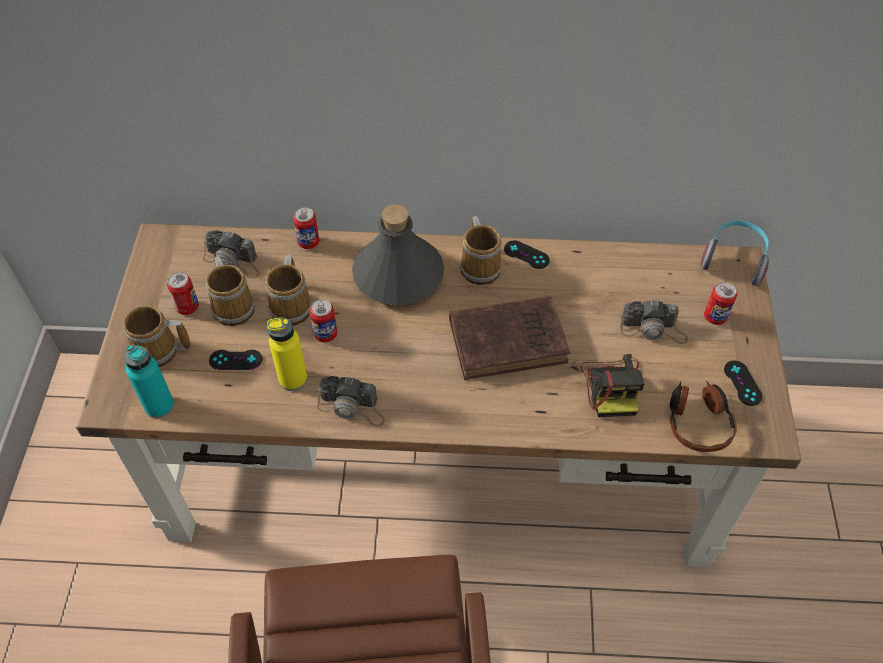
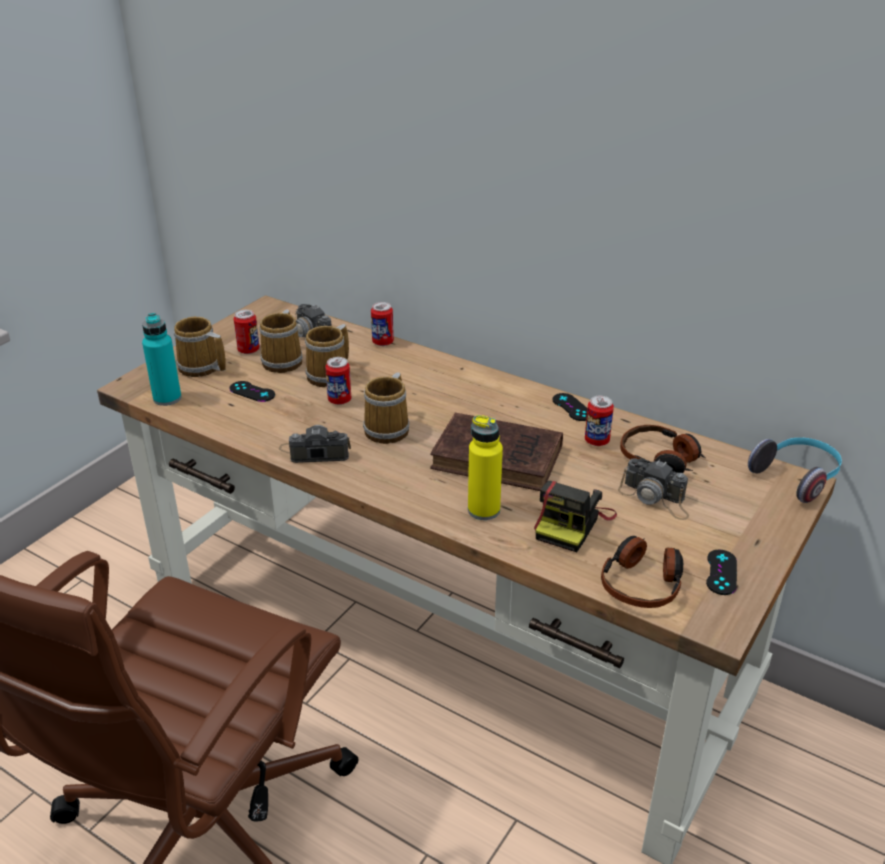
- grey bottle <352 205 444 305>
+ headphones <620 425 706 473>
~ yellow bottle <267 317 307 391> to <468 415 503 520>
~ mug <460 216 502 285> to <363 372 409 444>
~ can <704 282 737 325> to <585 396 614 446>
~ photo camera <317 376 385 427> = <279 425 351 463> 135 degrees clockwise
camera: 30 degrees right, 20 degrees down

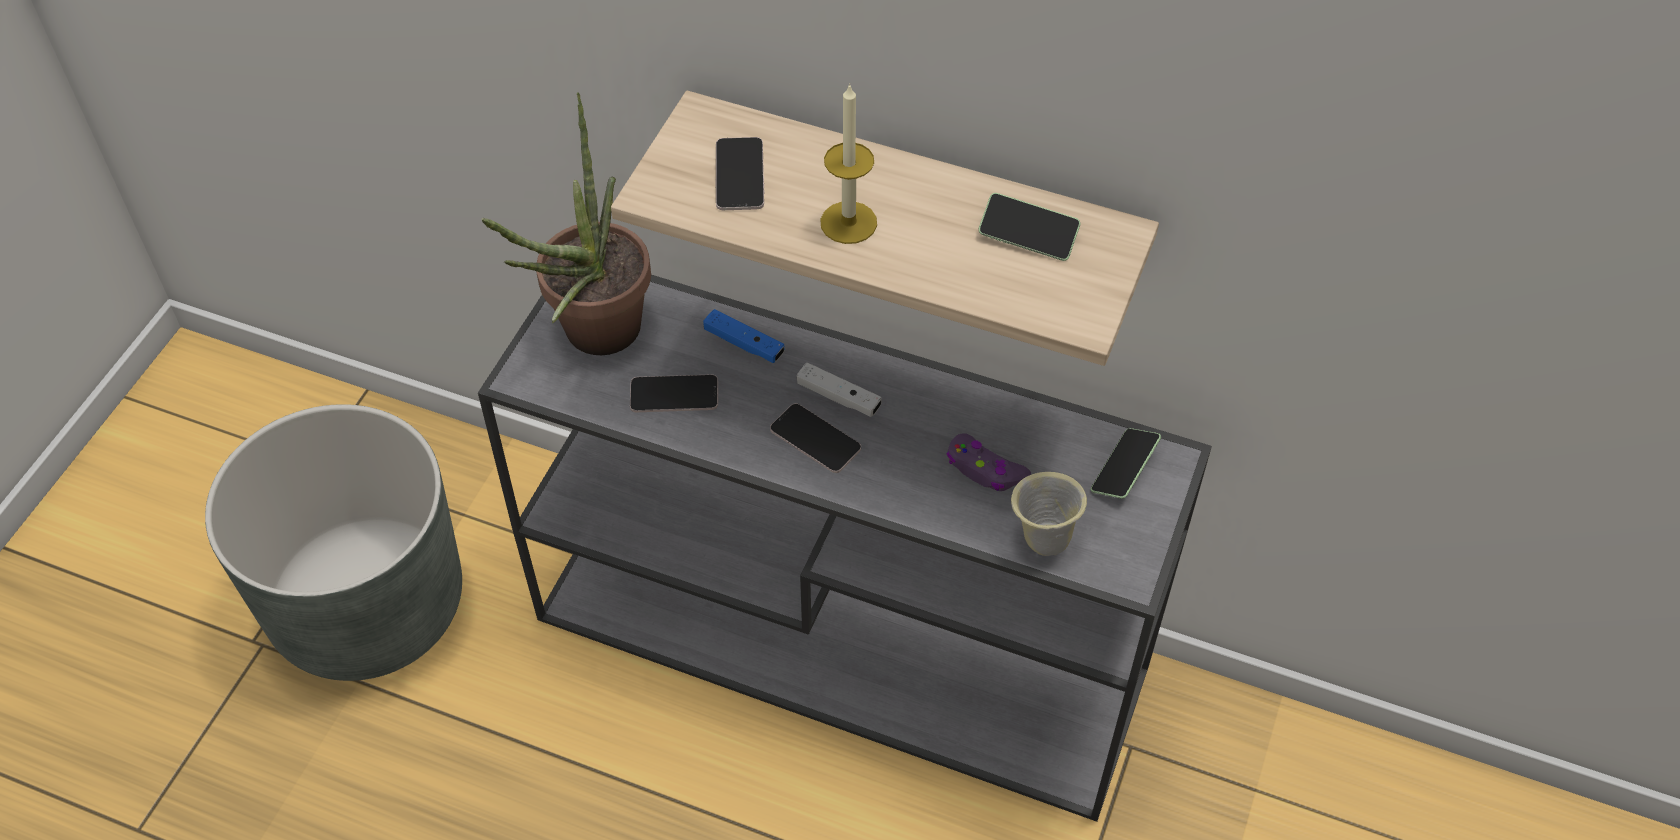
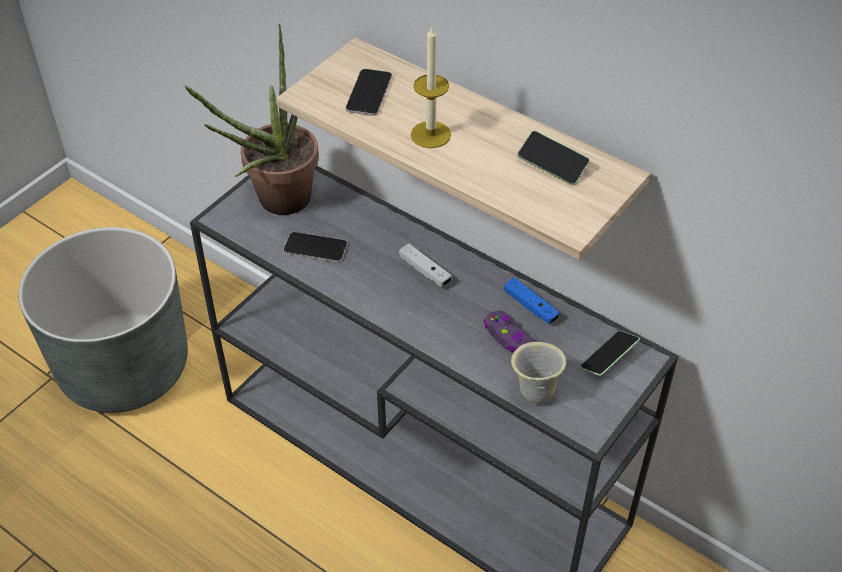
- phone <770 403 861 473>
~ blue game controller <703 309 785 363> to <504 278 560 324>
camera: 15 degrees right, 5 degrees down

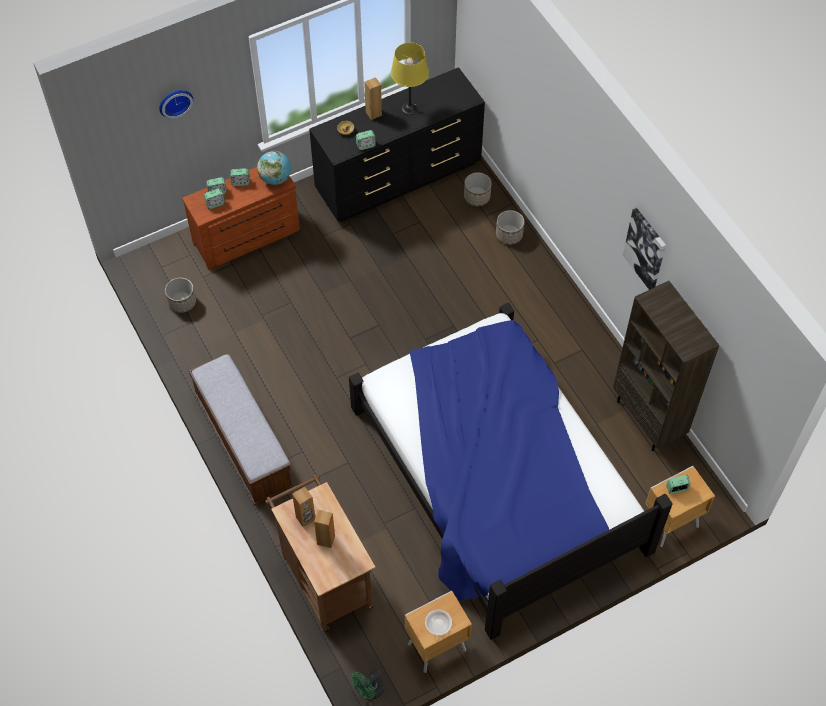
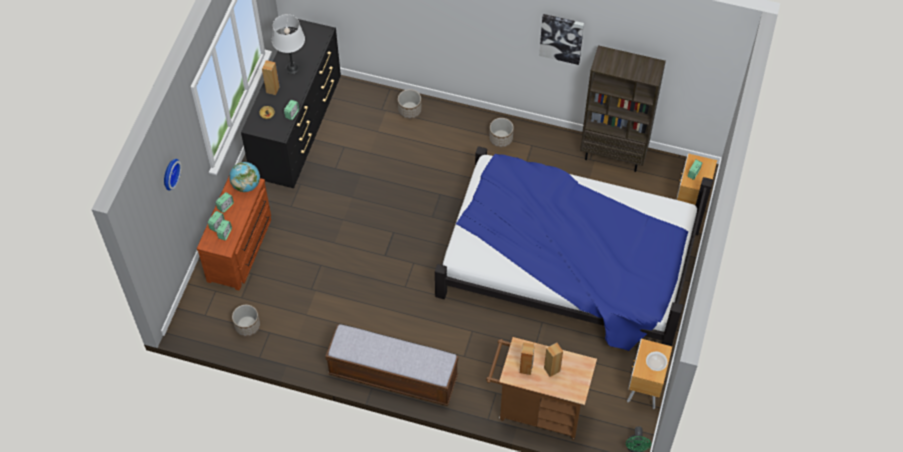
~ planter <464 172 492 206> to <489 118 514 147>
~ yellow table lamp <391 42 429 115> to white table lamp <272 14 305 74>
camera: 45 degrees left, 0 degrees up

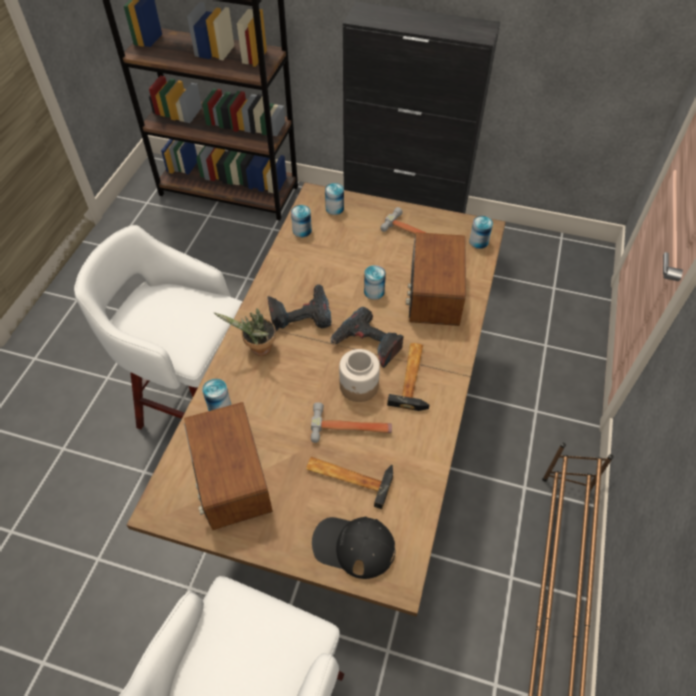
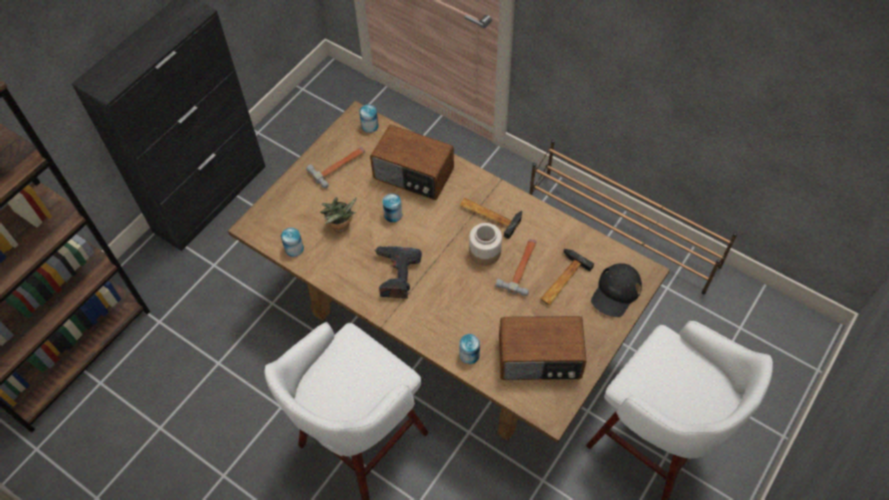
- can <325 183 344 215>
- power drill <330 307 403 368>
~ potted plant <213 308 276 356> to <320 197 357 233>
camera: 70 degrees left, 5 degrees up

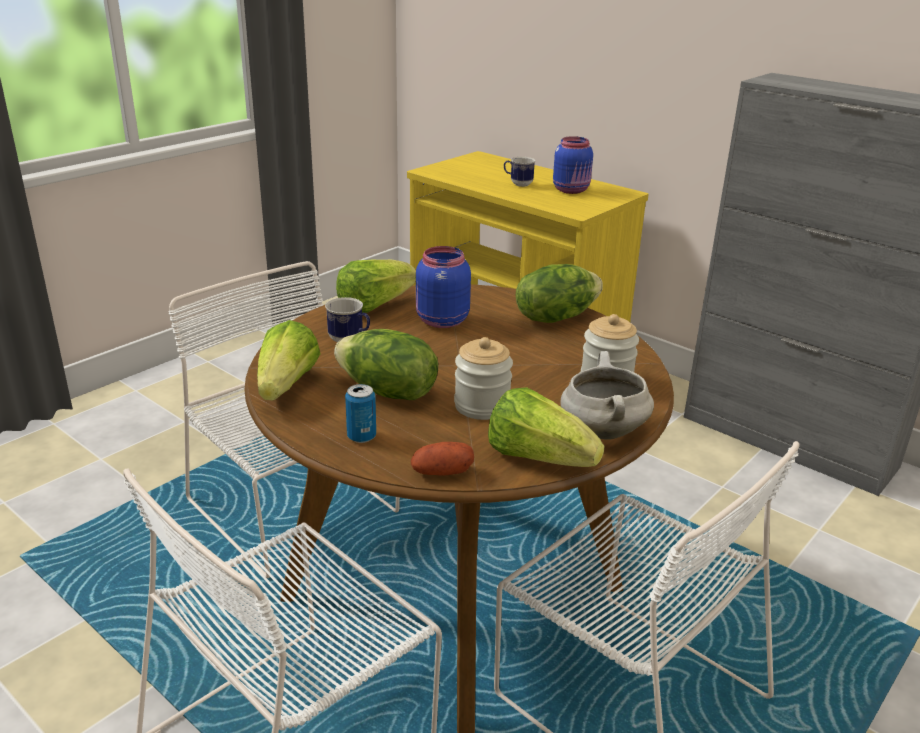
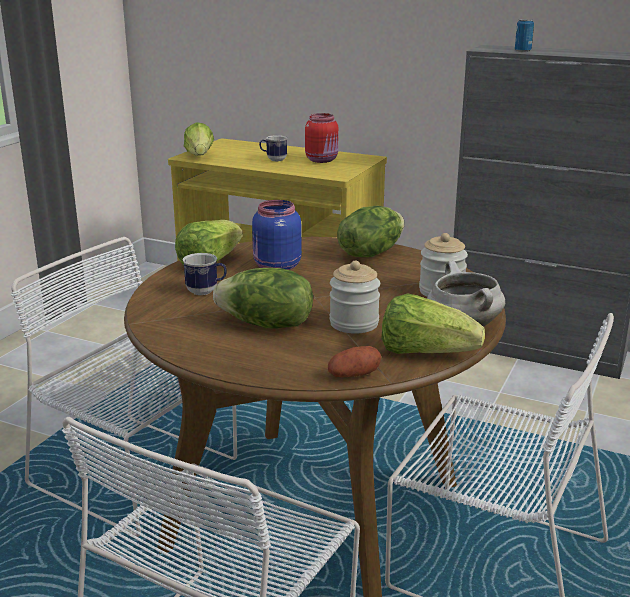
~ lettuce <257 320 320 400> to <184 122 214 156>
~ can <345 384 376 443> to <515 19 534 52>
~ blue jar <553 136 593 194> to red jar <305 113 339 163>
camera: 15 degrees left, 5 degrees down

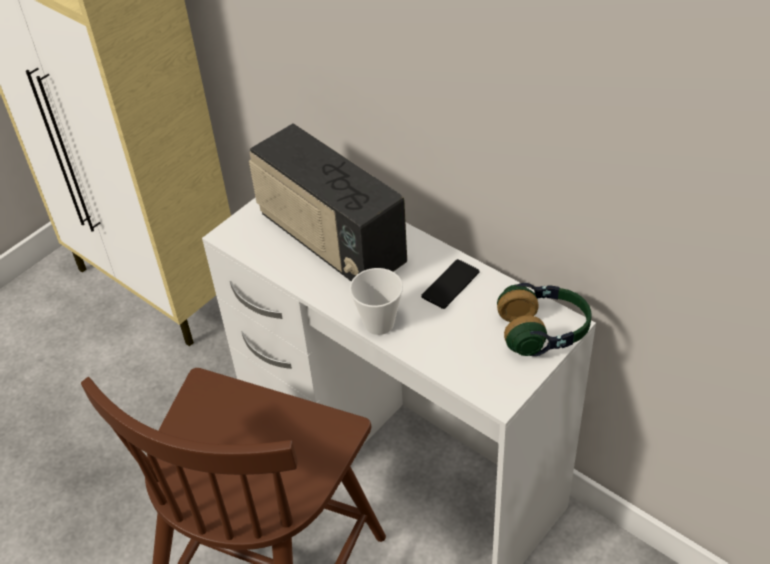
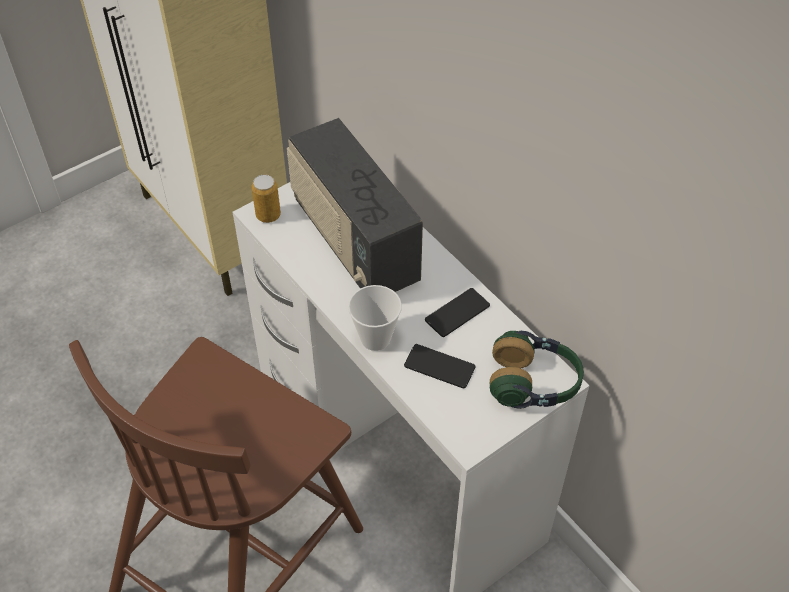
+ can <251 175 281 223>
+ phone <404 344 476 388>
camera: 10 degrees right, 5 degrees up

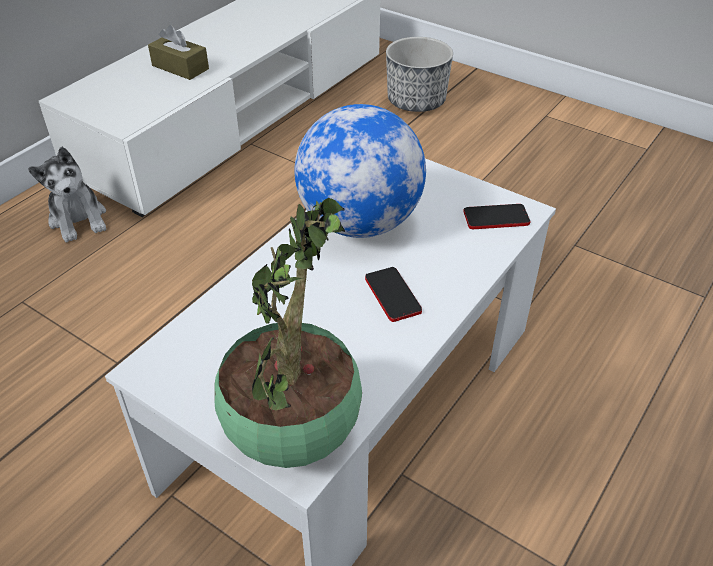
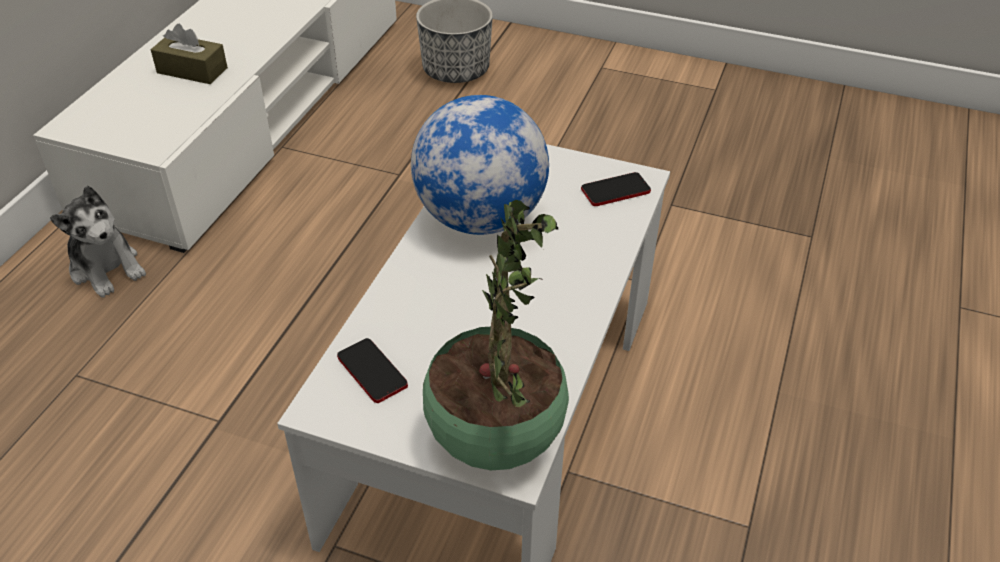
~ phone <365 267 422 322> to <337 338 408 403>
camera: 15 degrees left, 0 degrees up

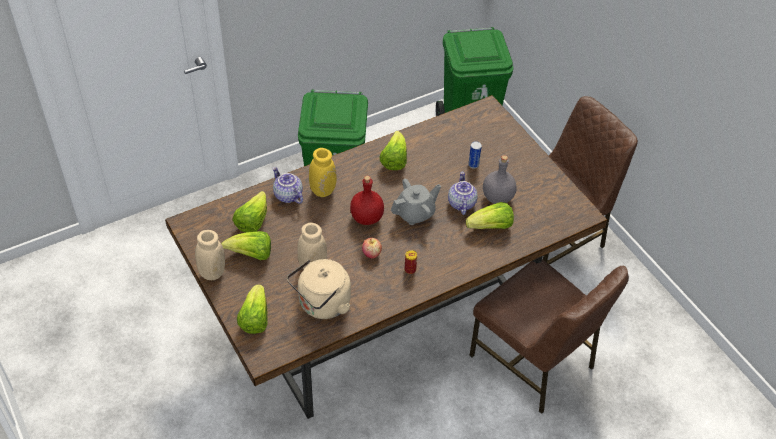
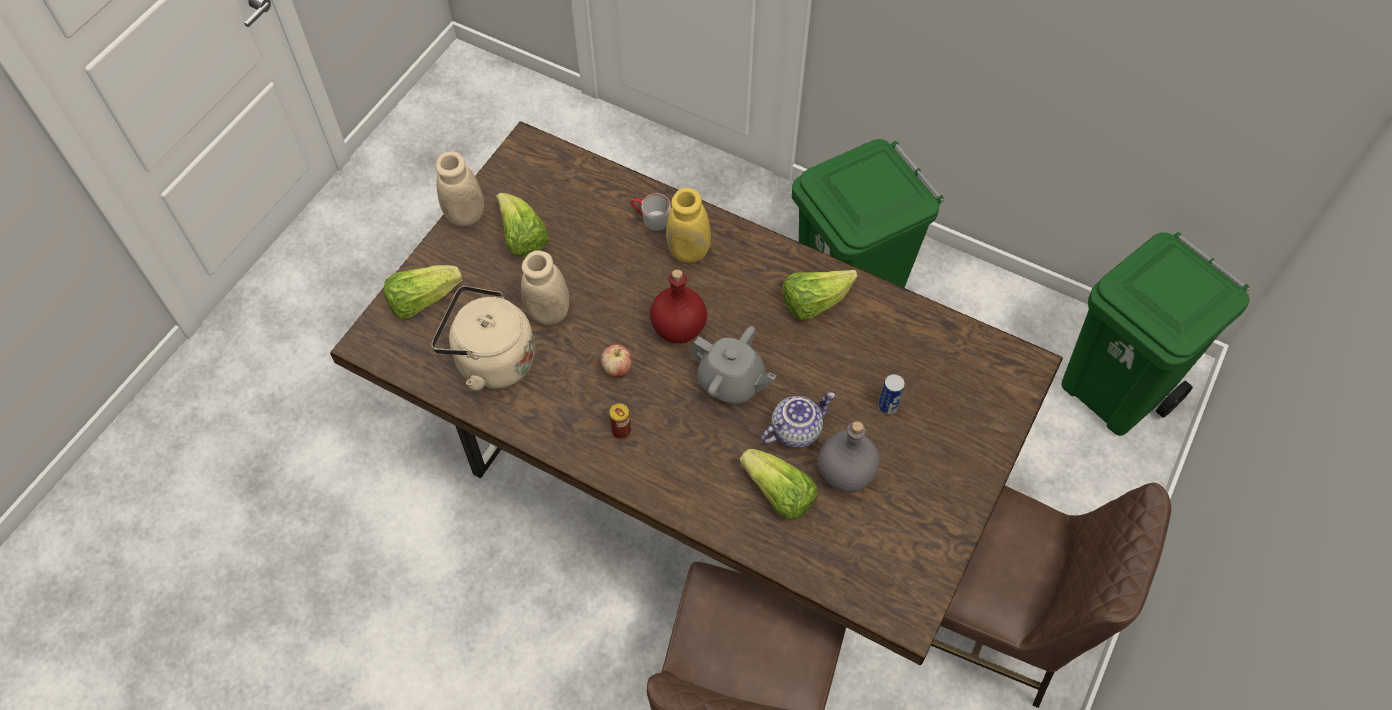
- lettuce <232 191 267 232>
~ teapot <272 167 303 204> to grey mug <631 194 671 231>
camera: 60 degrees right, 10 degrees up

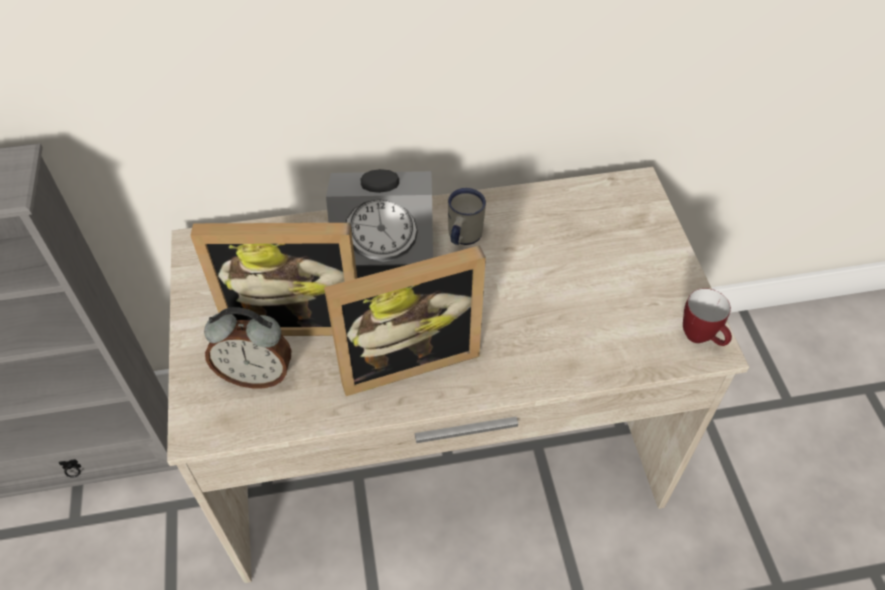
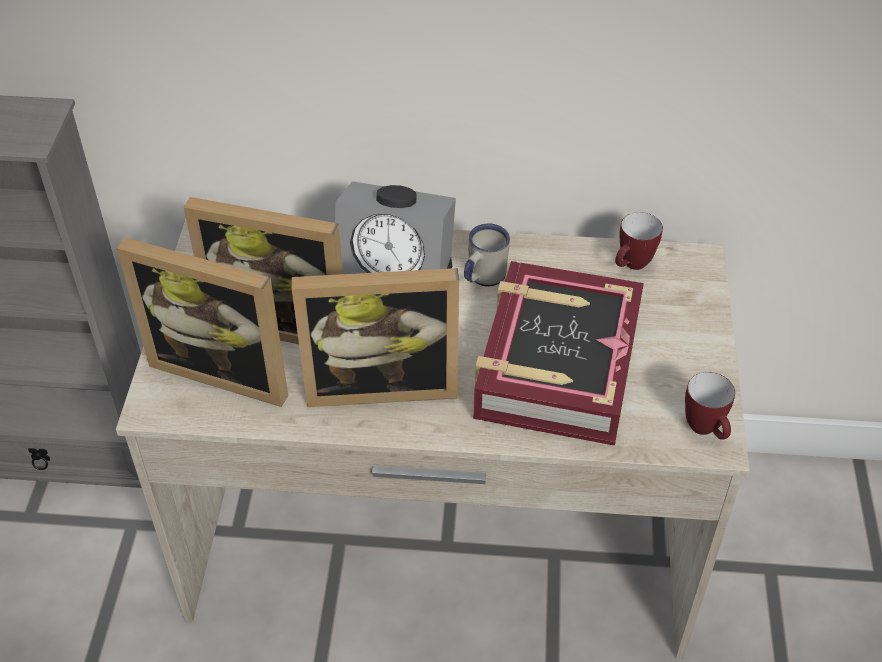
+ book <473 261 644 446>
+ mug <615 212 663 270>
~ alarm clock <204 307 291 388> to picture frame <116 237 288 407>
camera: 15 degrees right, 5 degrees down

